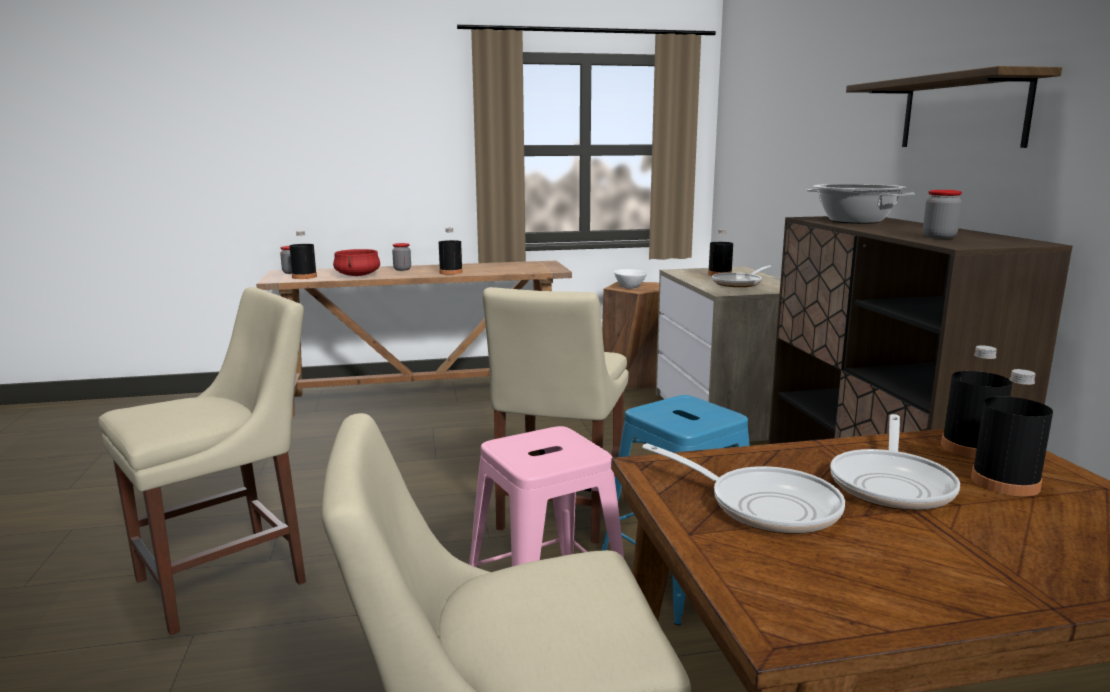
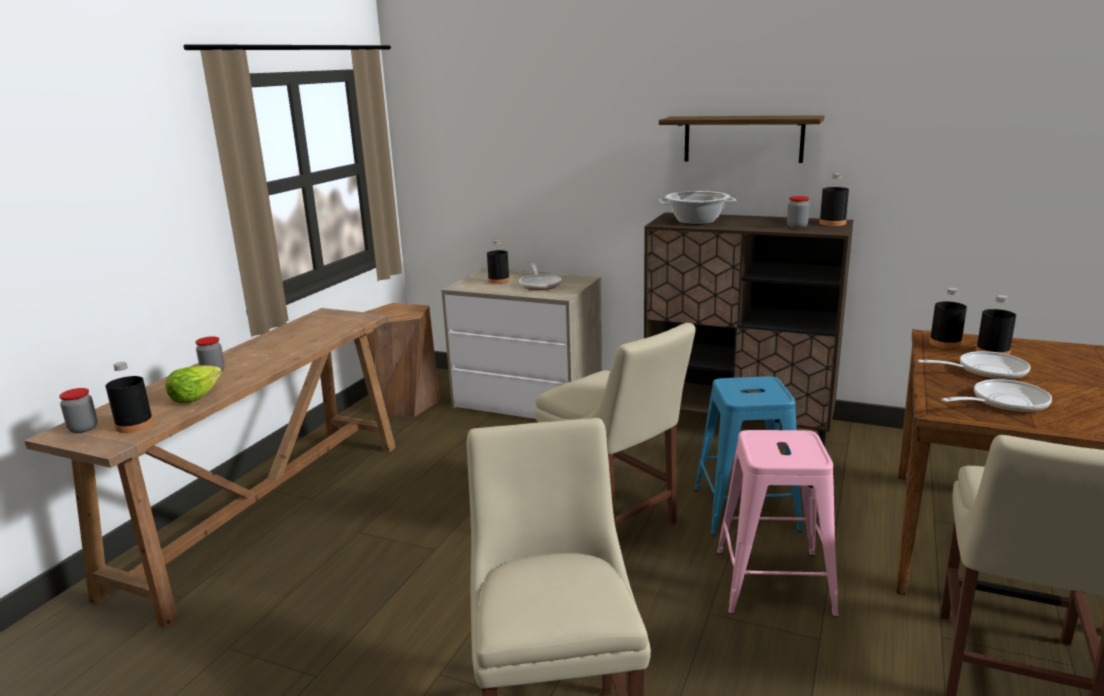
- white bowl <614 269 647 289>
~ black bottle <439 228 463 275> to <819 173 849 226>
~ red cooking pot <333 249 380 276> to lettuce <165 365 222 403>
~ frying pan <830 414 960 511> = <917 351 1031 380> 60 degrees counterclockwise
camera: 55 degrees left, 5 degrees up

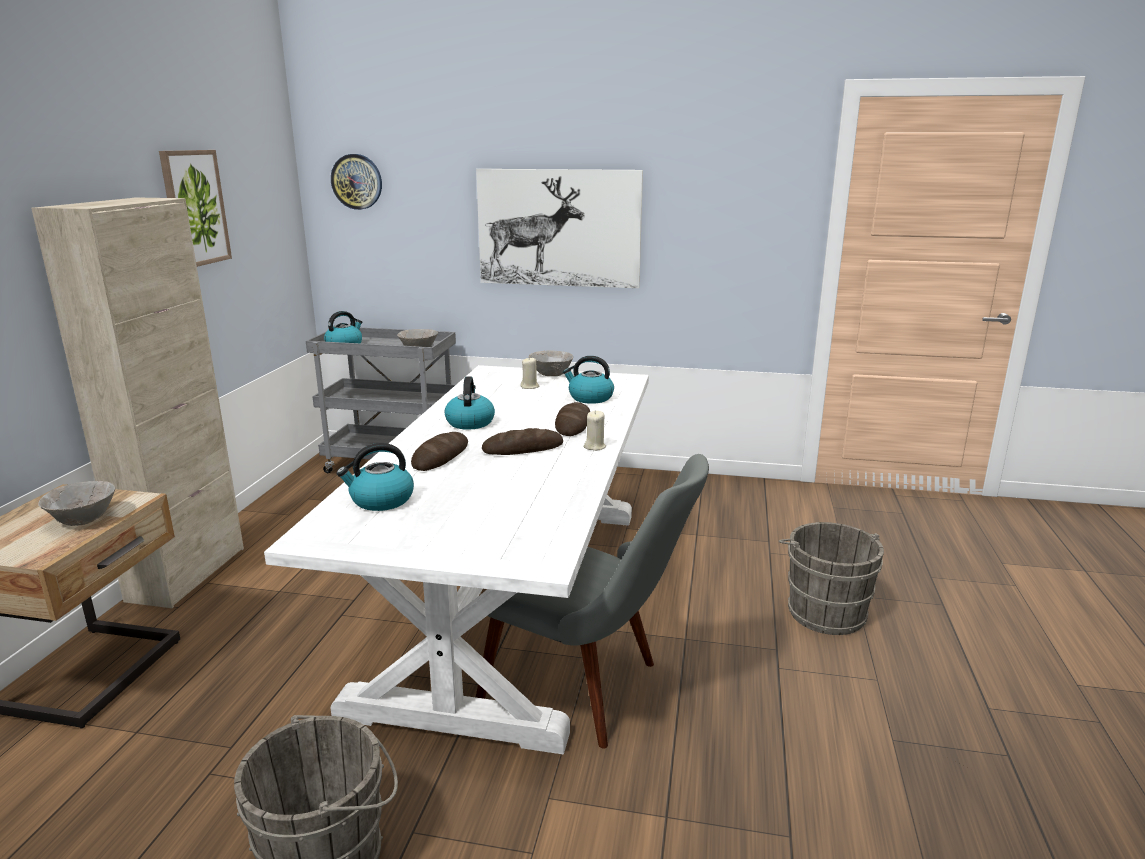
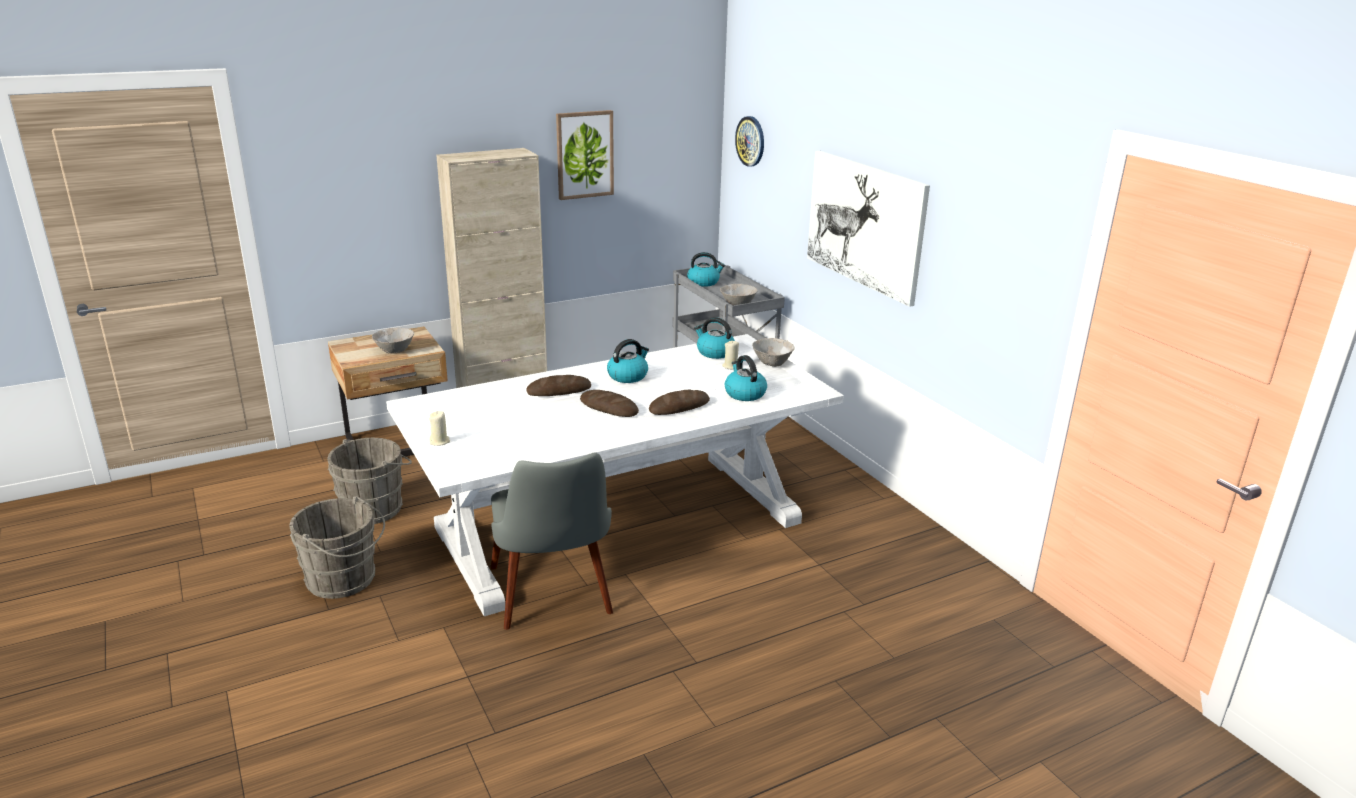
~ kettle <337 443 414 511> to <694 317 735 359>
~ beige candle <584 411 606 451> to <429 411 450 446>
~ grey bucket <779 522 884 635> to <327 438 412 524>
camera: 50 degrees right, 5 degrees up

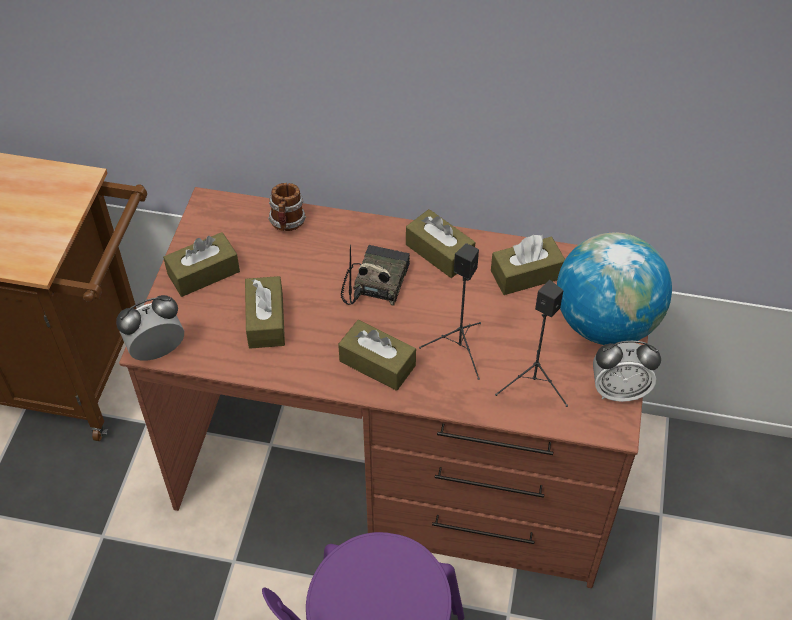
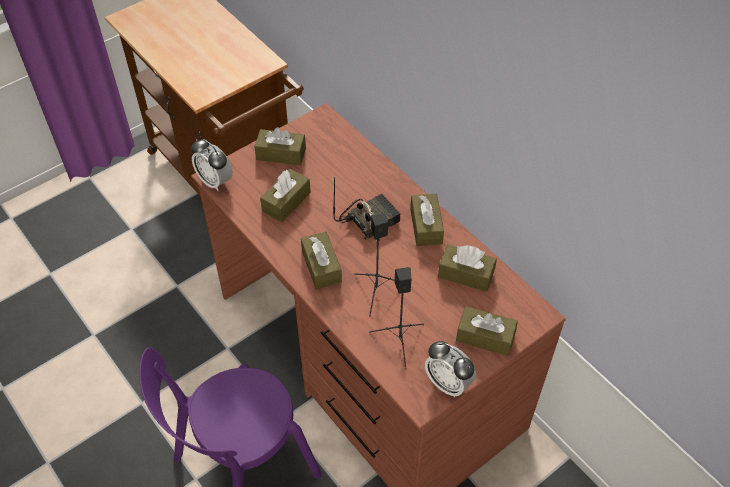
- mug <268 183 306 231>
~ globe <557 232 672 345> to brown tissue box <456 306 518 356>
~ alarm clock <116 295 184 361> = <191 139 233 191> 150 degrees counterclockwise
camera: 40 degrees right, 0 degrees up

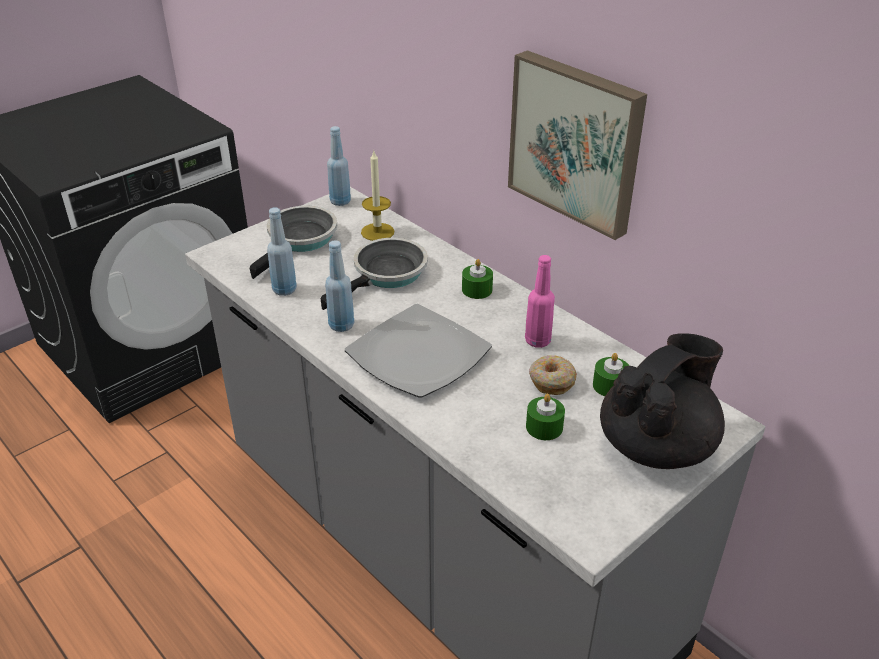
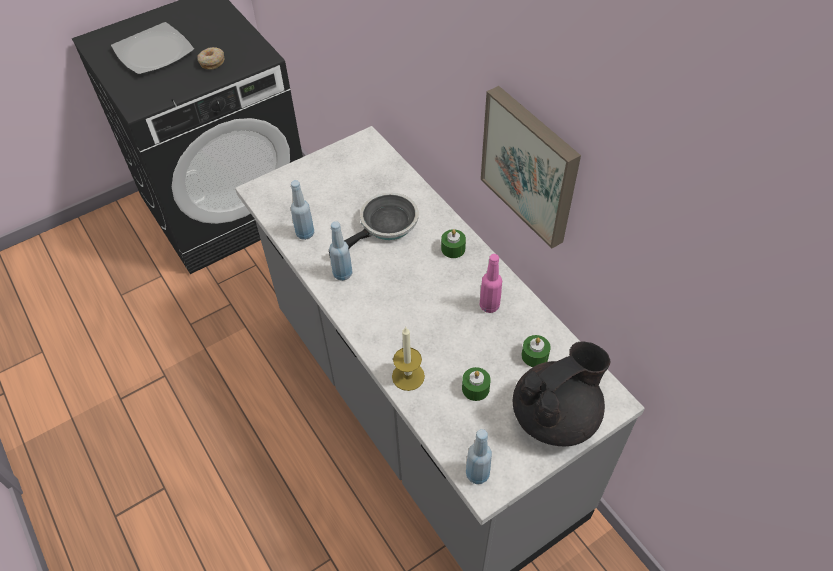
- frying pan <250 206 337 279>
~ blue bottle <327 126 351 206> to <466 429 492 484>
~ plate <345 304 492 398> to <111 22 194 75>
~ candle <361 151 394 241> to <392 327 425 391>
~ donut <529 355 577 395> to <197 47 224 70>
camera: 10 degrees right, 15 degrees up

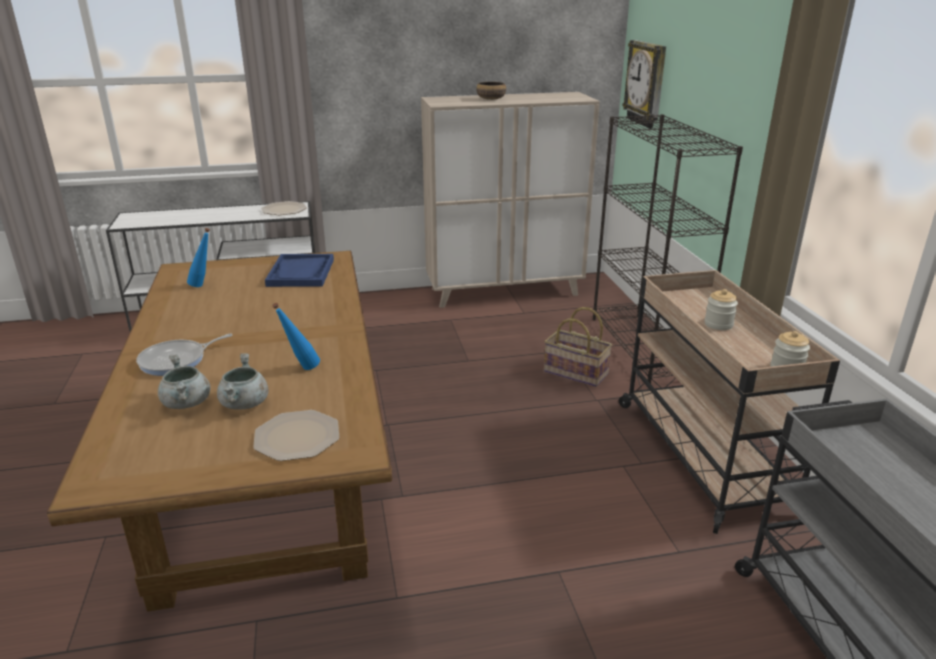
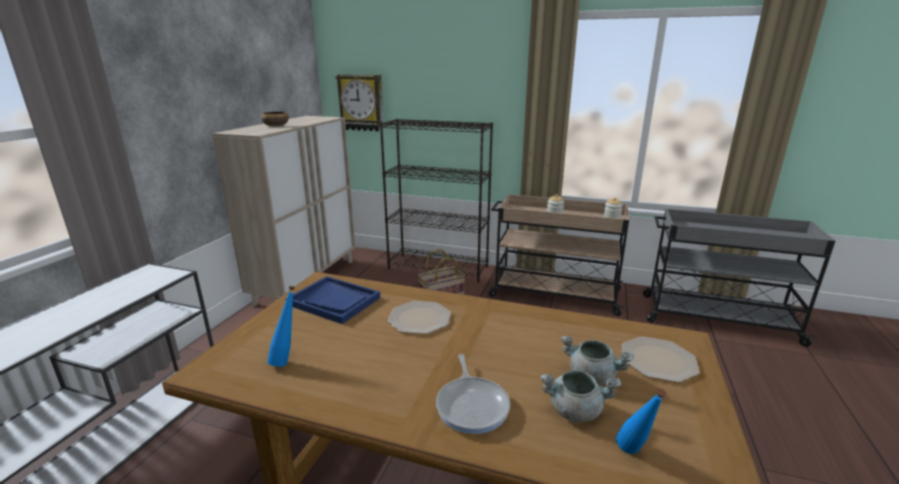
~ plate <261 201 307 215> to <388 301 451 334>
~ blue bottle <272 303 320 370> to <616 389 666 454>
camera: 60 degrees left, 5 degrees down

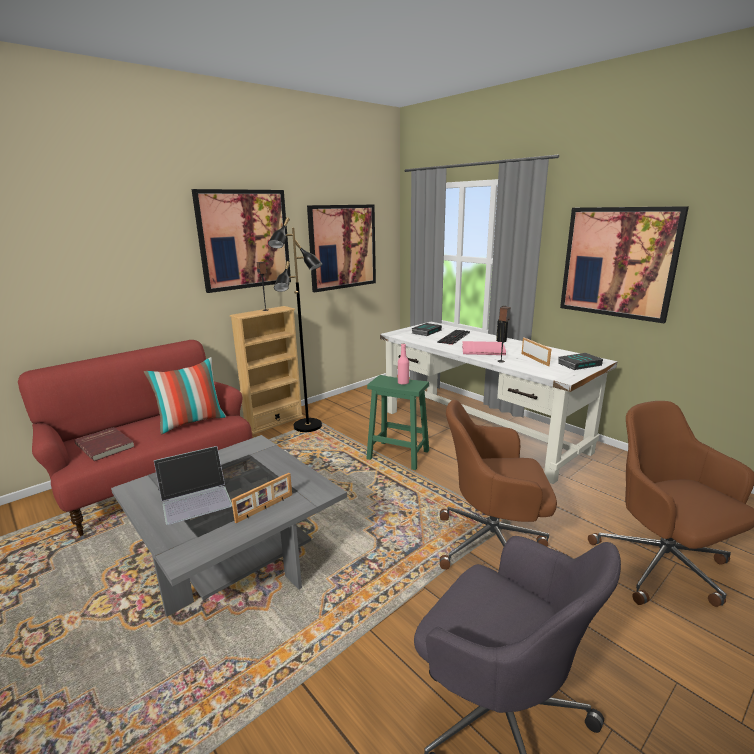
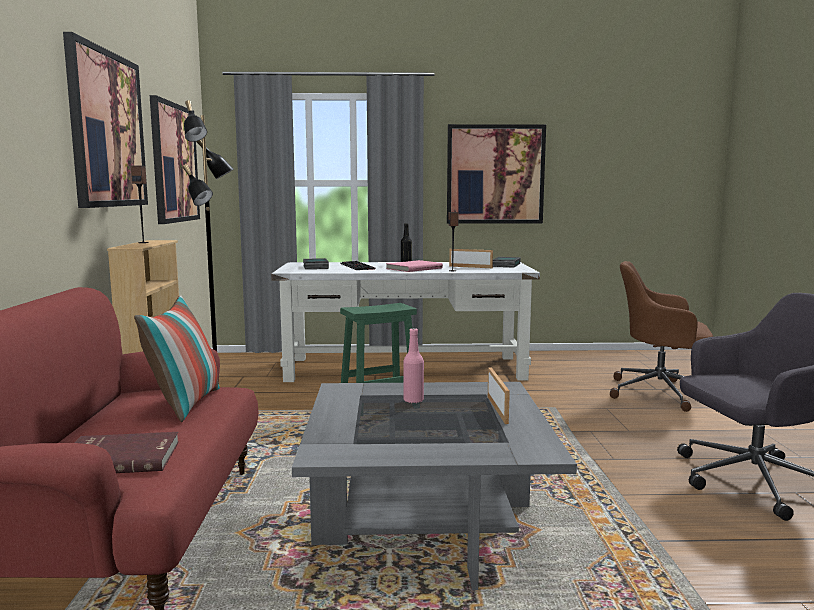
- laptop <154 446 232 525>
- brown office chair <440 400 557 570>
~ pink bottle <398 343 409 385> to <403 328 424 403>
camera: 50 degrees left, 10 degrees down

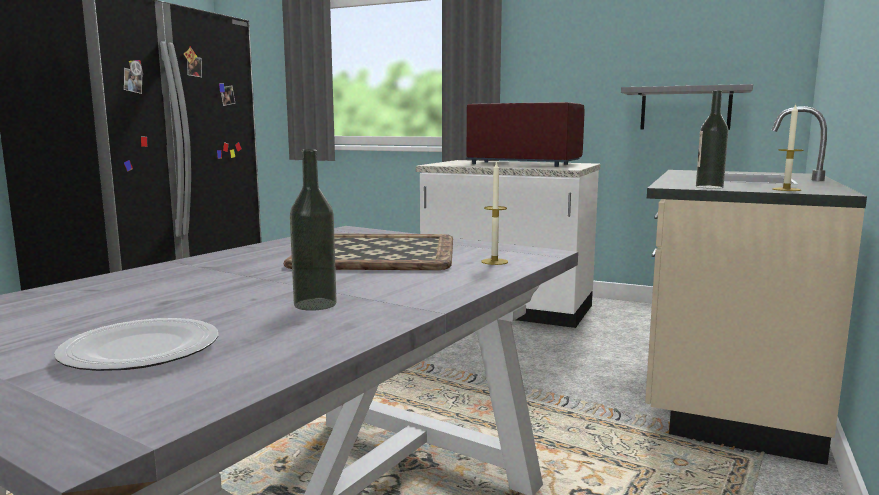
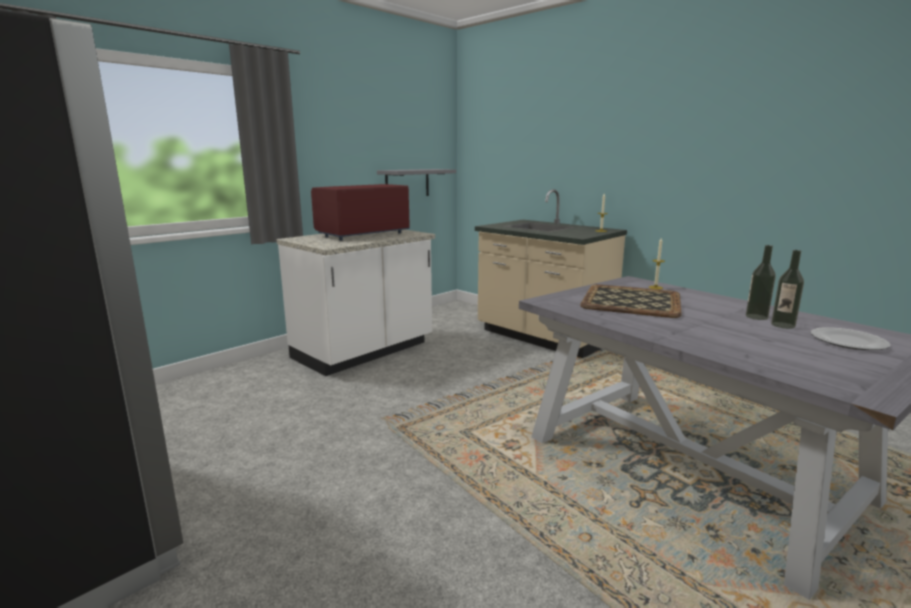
~ bottle <696 90 728 189> to <771 250 804 329>
camera: 70 degrees left, 5 degrees up

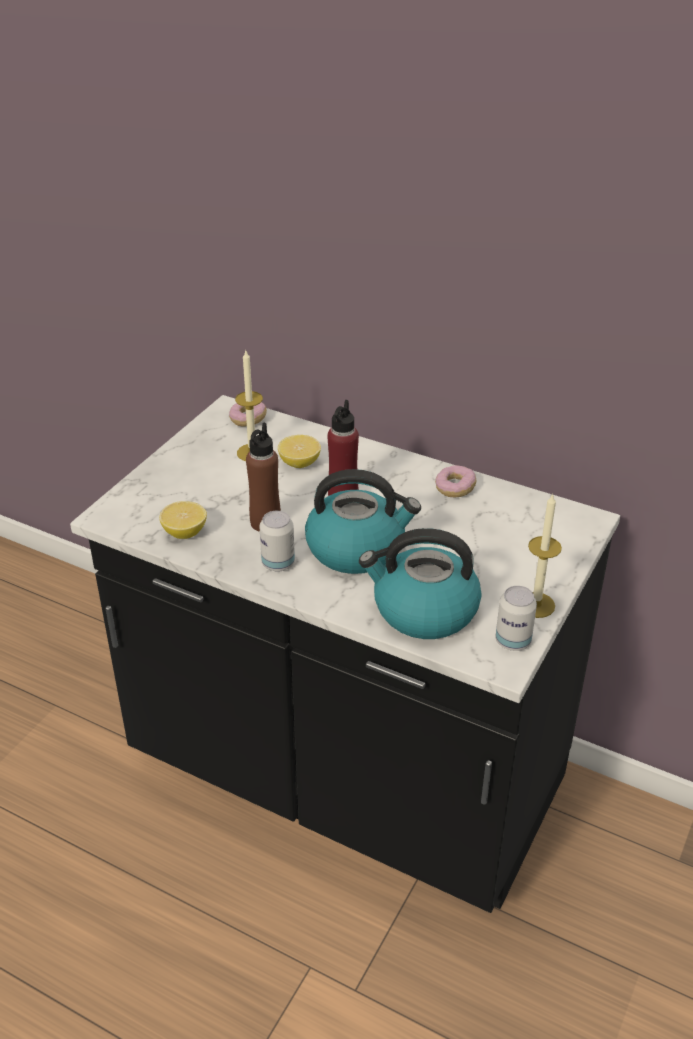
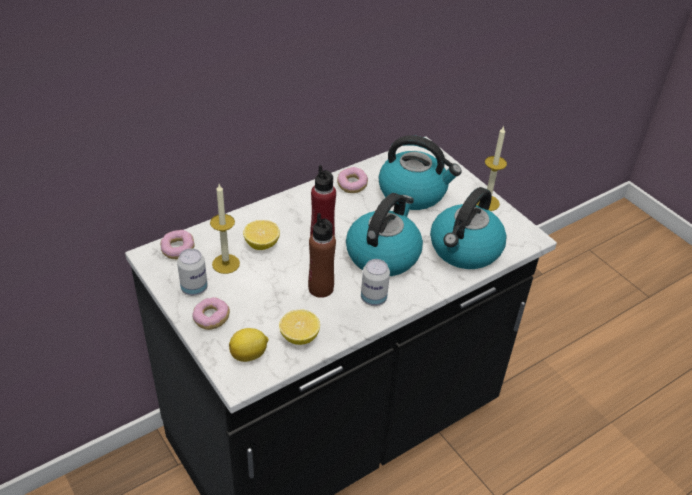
+ donut <193 297 230 330>
+ lemon <229 328 269 362>
+ kettle <378 135 462 210>
~ can <495 586 537 651> to <177 248 208 296>
camera: 65 degrees left, 5 degrees up

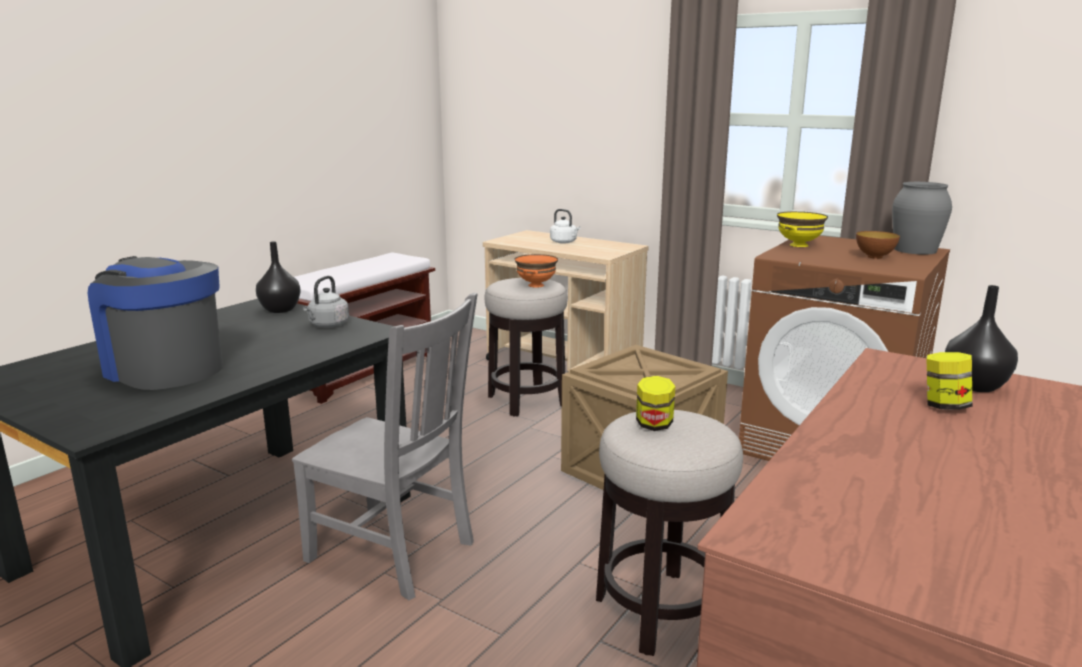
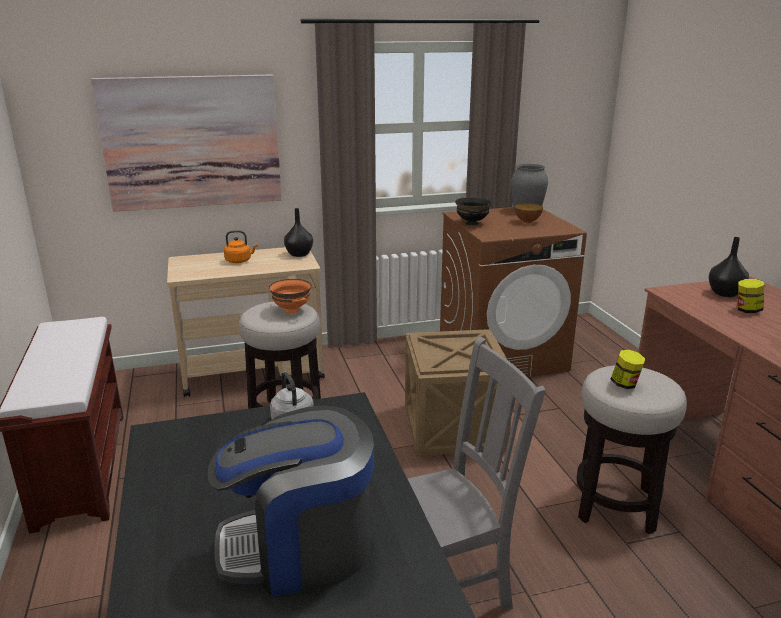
+ picture <91 75 282 212>
~ black vase <256 242 301 313> to <284 208 313 257>
~ white kettle <550 209 580 244> to orange kettle <224 230 258 263>
~ yellow bowl <777 211 828 247> to black bowl <455 197 492 225>
camera: 50 degrees left, 5 degrees up

